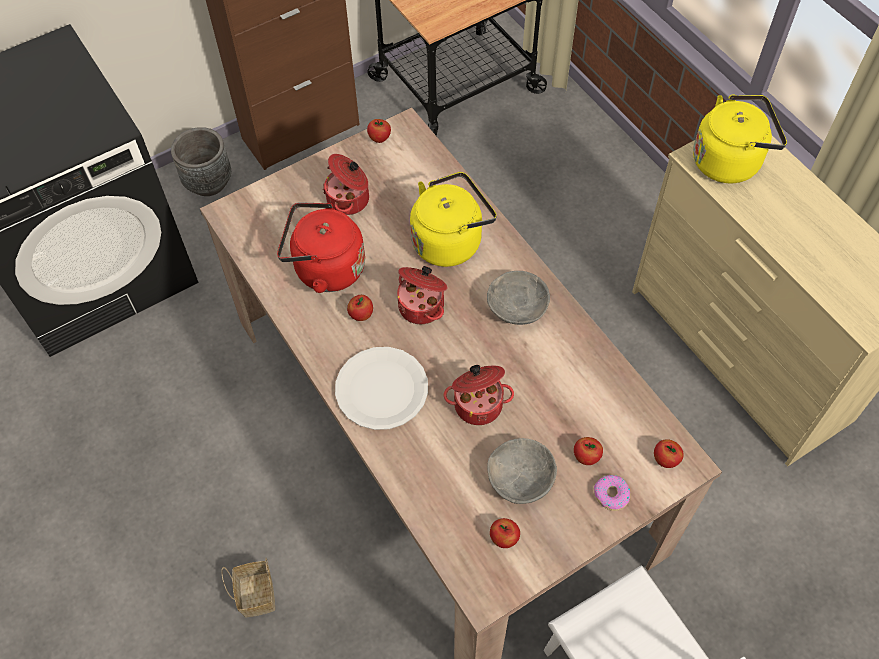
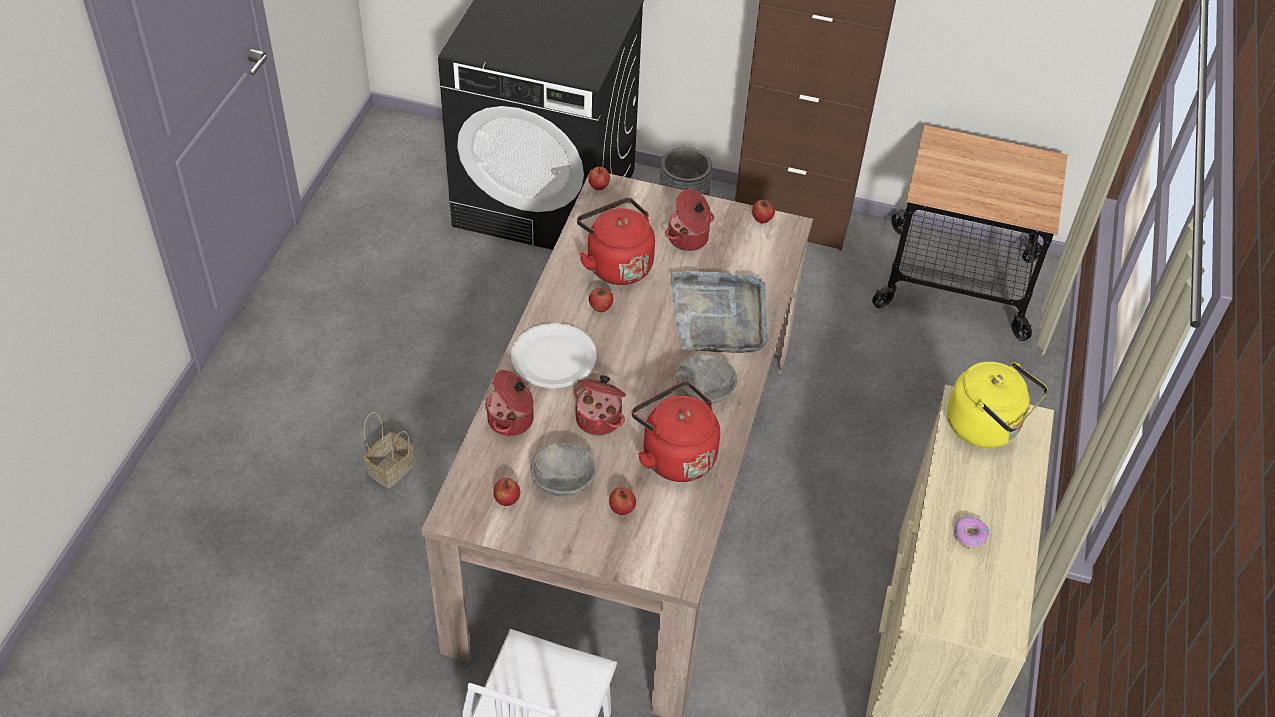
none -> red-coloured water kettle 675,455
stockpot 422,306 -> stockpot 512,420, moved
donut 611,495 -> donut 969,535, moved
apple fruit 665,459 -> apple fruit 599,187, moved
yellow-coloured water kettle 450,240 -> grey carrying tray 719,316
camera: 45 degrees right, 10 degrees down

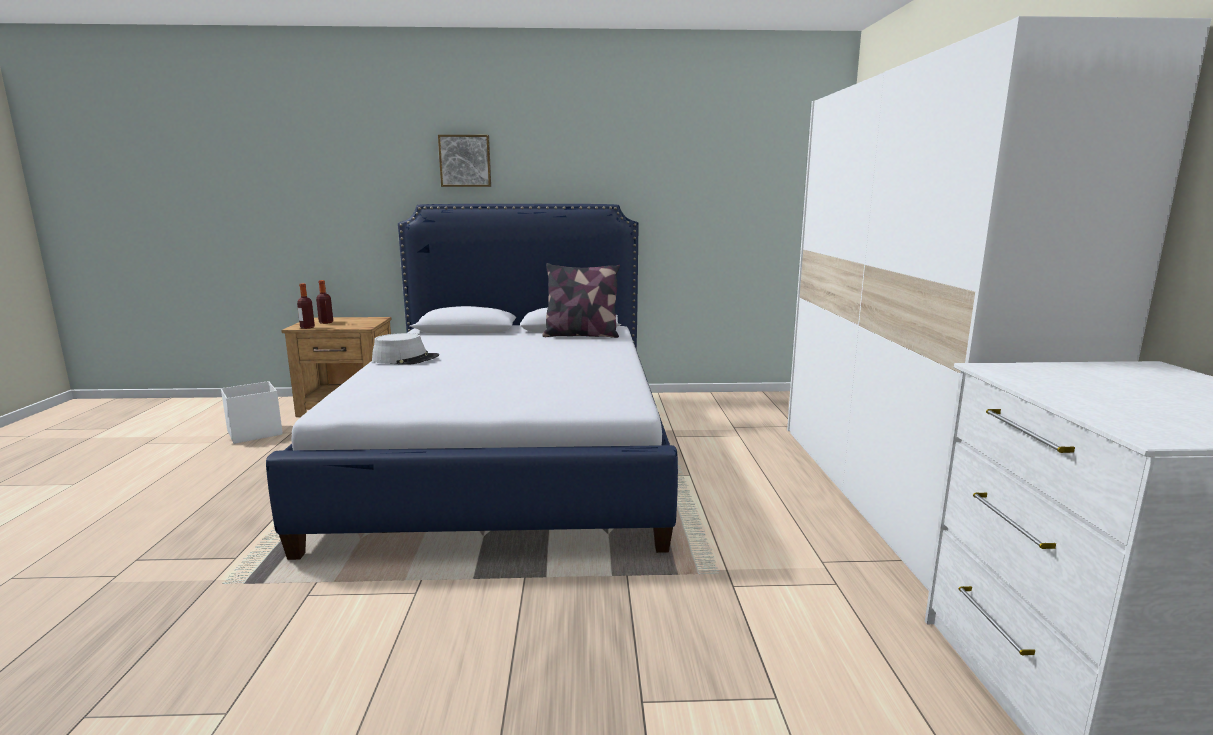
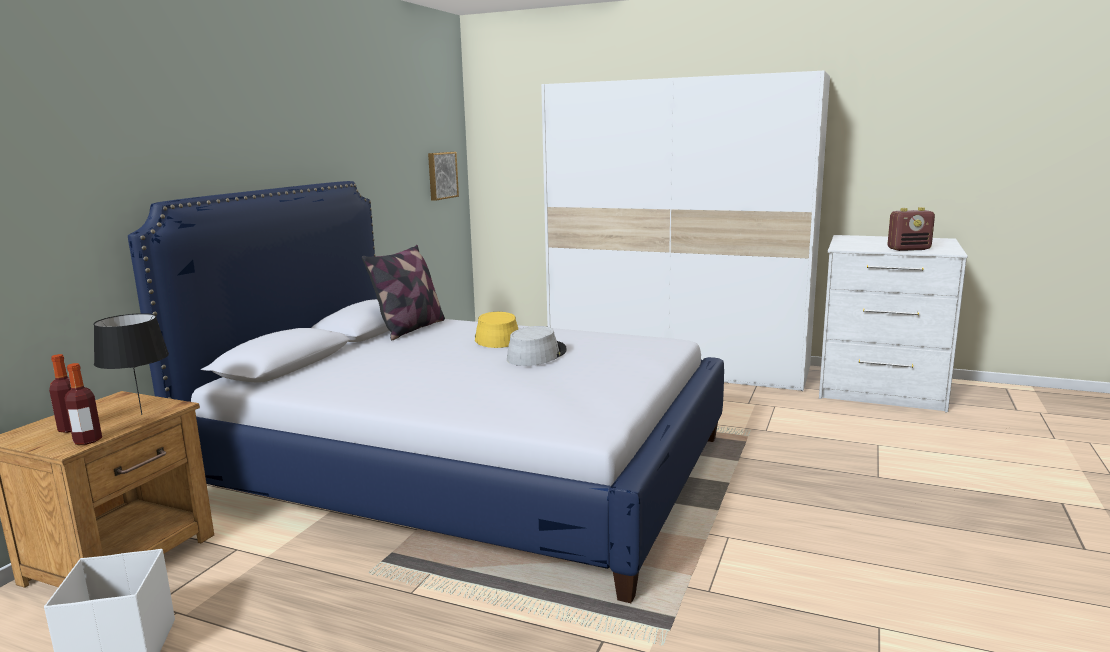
none -> black tabletop lamp 142,414
none -> yellow-coloured clothing hat 496,338
none -> radio 909,249
grey clothing hat 405,359 -> grey clothing hat 536,355, moved
picture 465,161 -> picture 441,175, moved
camera: 65 degrees left, 0 degrees up

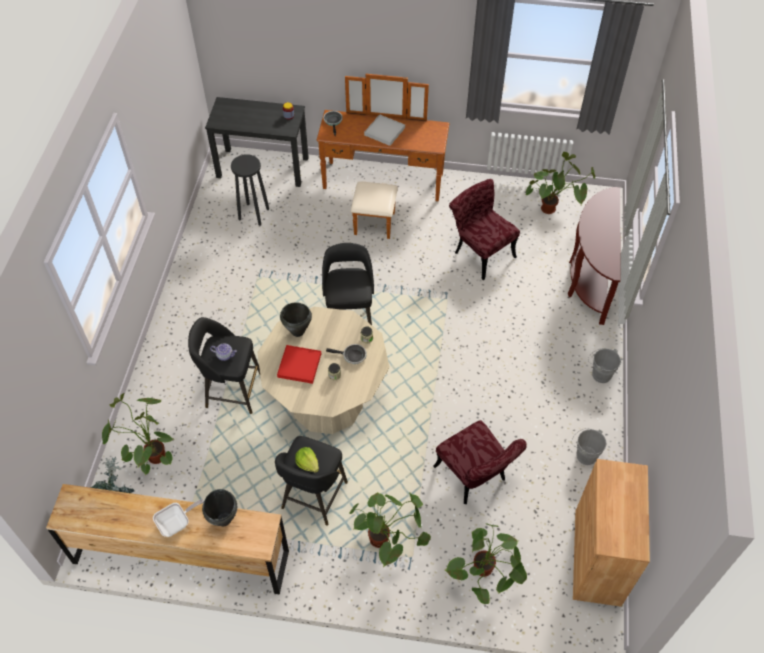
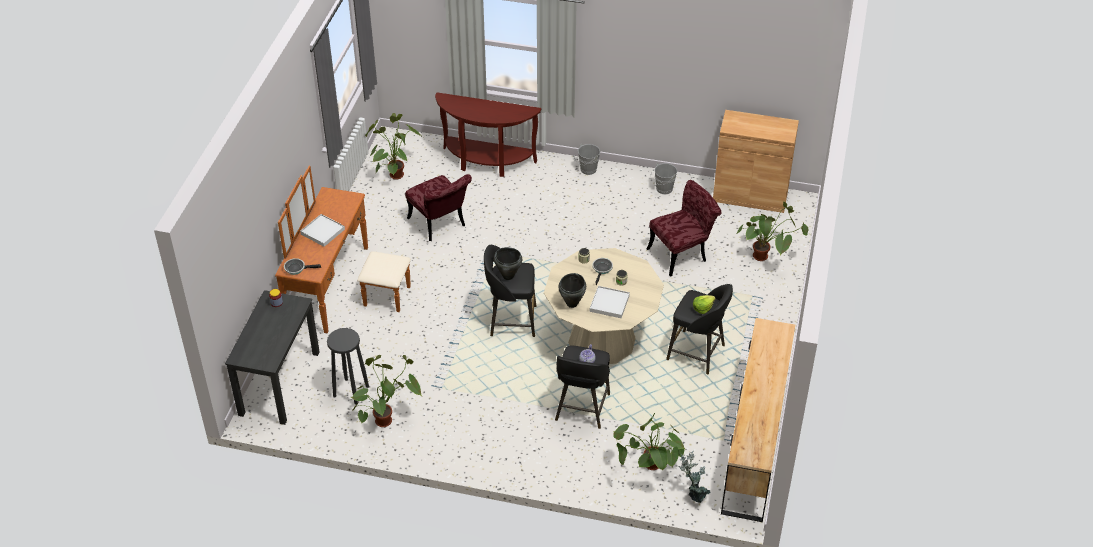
skillet 177,523 -> none
black stockpot 224,519 -> black stockpot 508,276, moved
houseplant 388,540 -> houseplant 386,415, moved
red-coloured carrying tray 299,365 -> whitish carrying tray 609,303
red-coloured chair 480,251 -> red-coloured chair 440,225, 90 degrees counterclockwise
camera: 85 degrees left, 10 degrees down

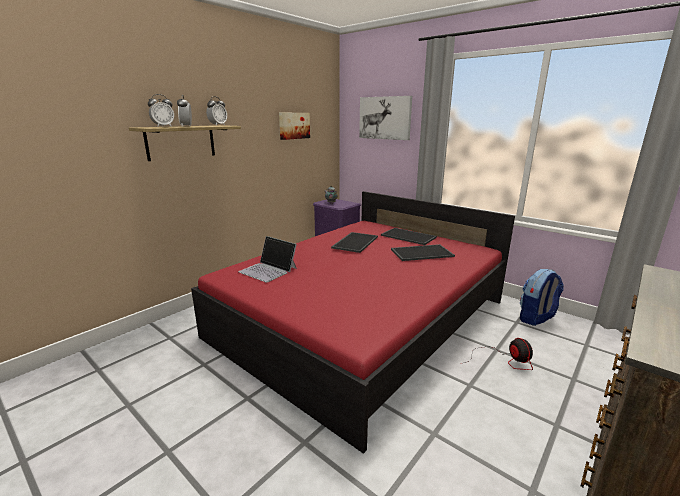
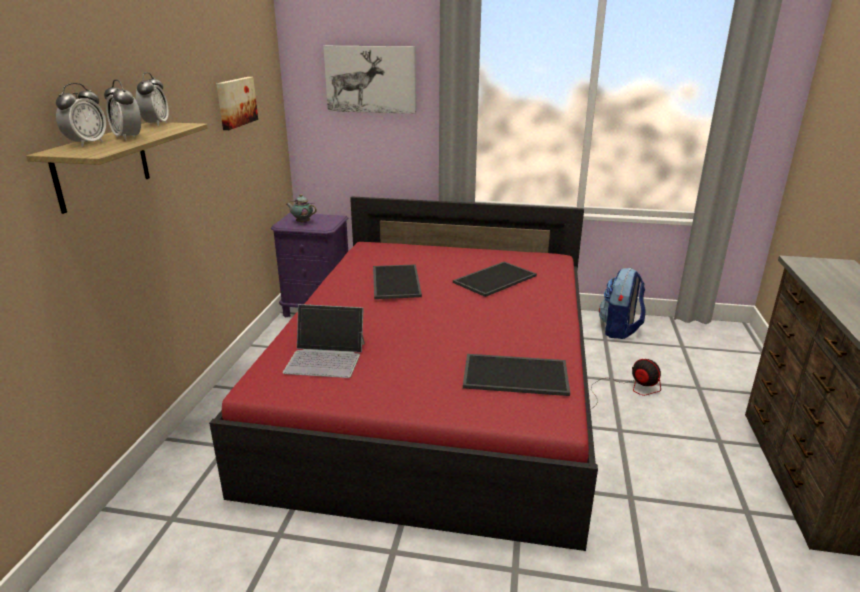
carrying tray 409,236 -> carrying tray 516,374, moved
camera: 30 degrees left, 5 degrees up

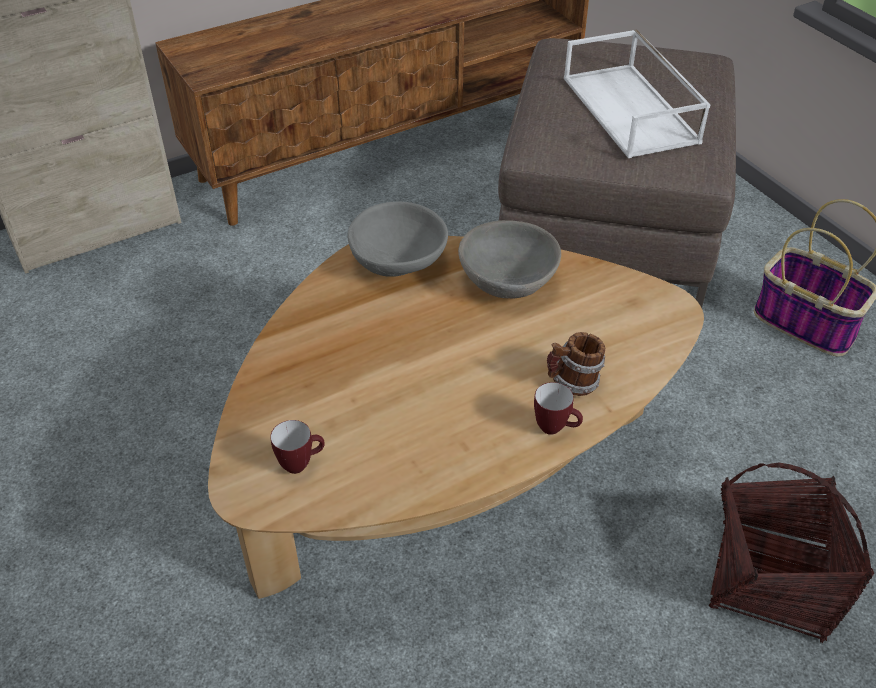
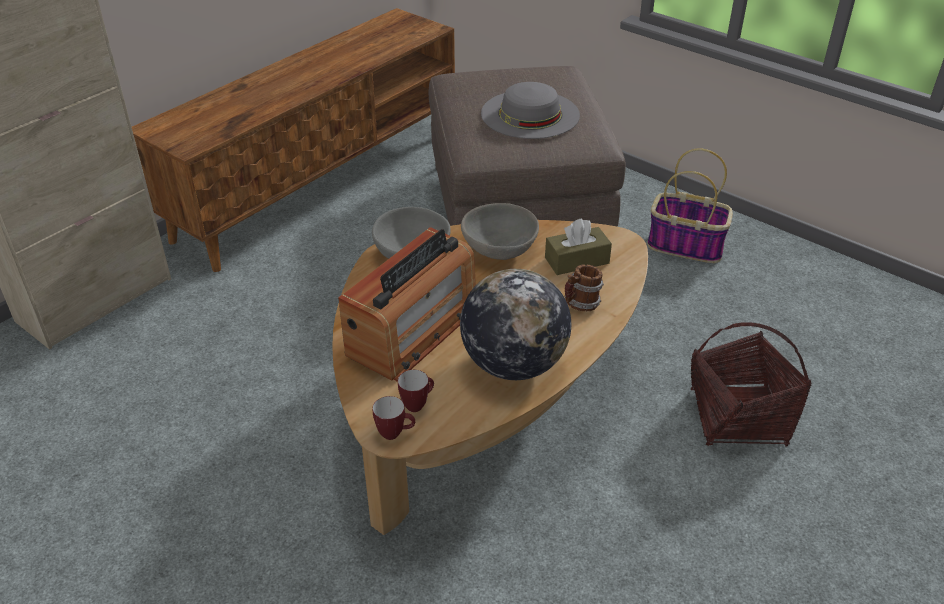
none -> radio 413,331
none -> globe 513,364
none -> brown-coloured box of tissues 577,260
coffee mug 556,428 -> coffee mug 395,433, moved
whitish carrying tray 632,110 -> grey clothing hat 530,114
camera: 20 degrees left, 5 degrees down

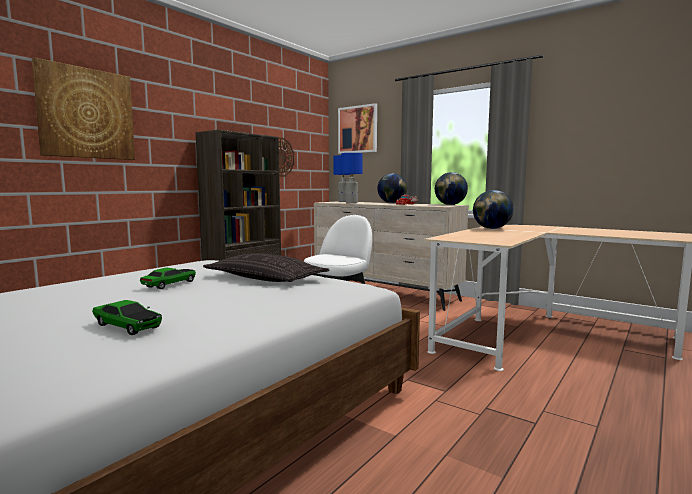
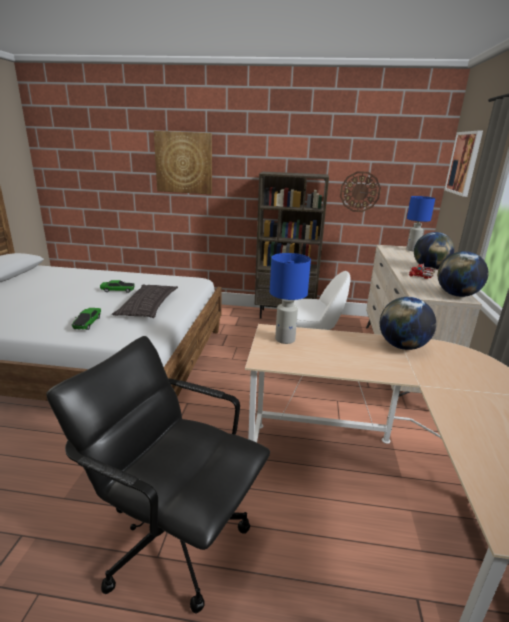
none -> black office chair 174,536
model car 127,326 -> model car 88,323, moved
bluish tabletop lamp 351,203 -> bluish tabletop lamp 285,339, moved
camera: 60 degrees right, 15 degrees up

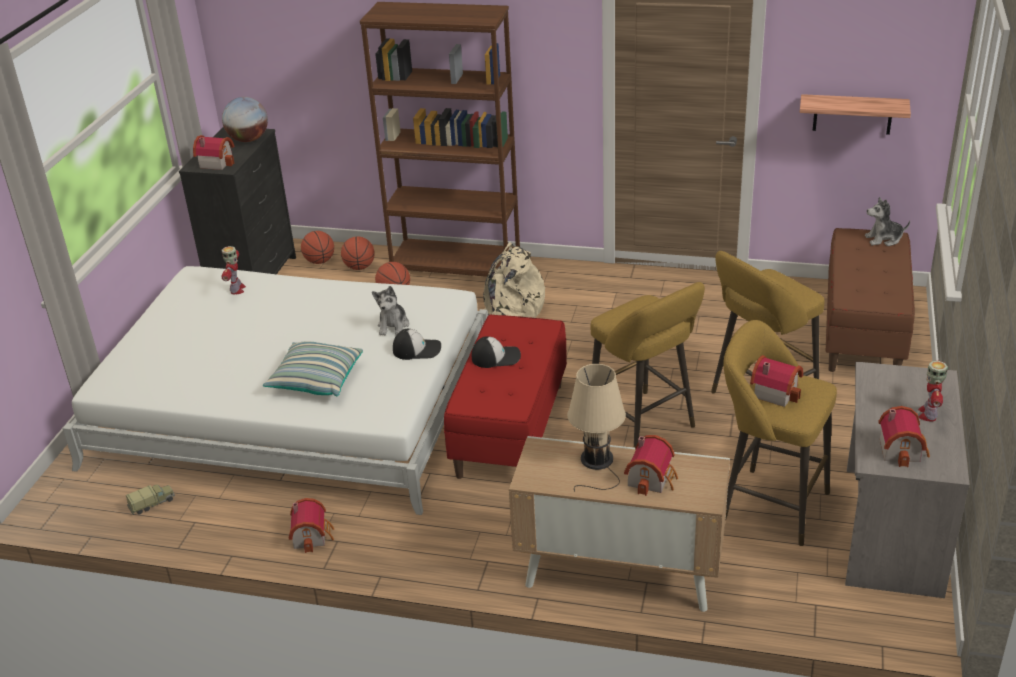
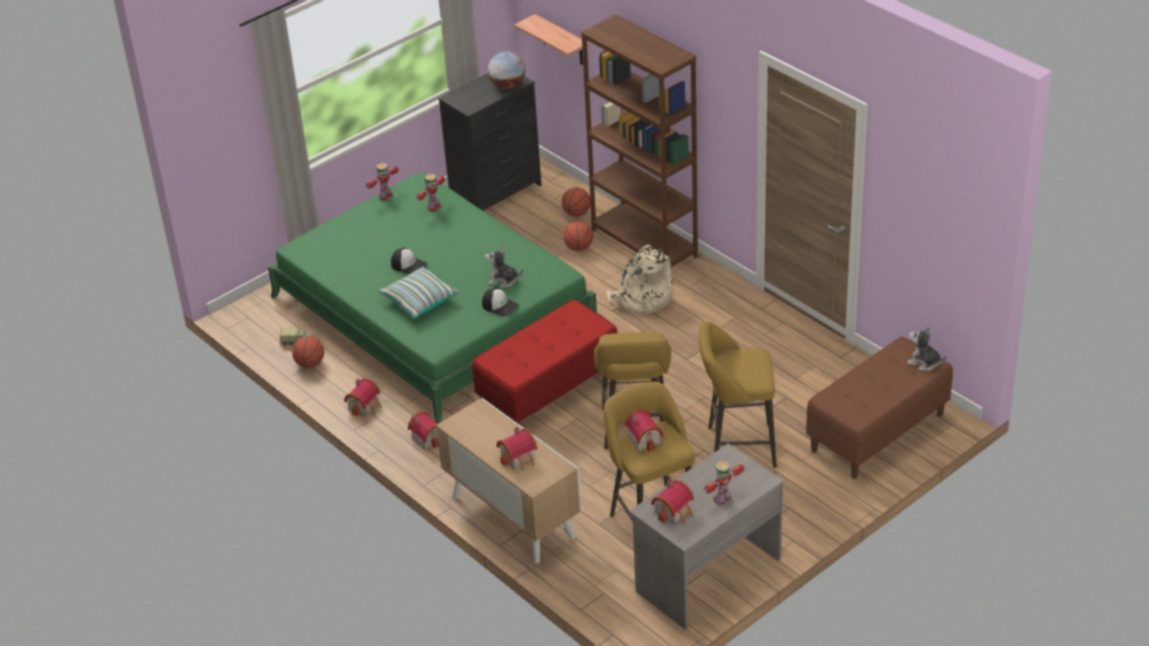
sand-coloured tabletop lamp 597,462 -> none
none -> model robot 385,196
miniature house 216,162 -> miniature house 428,437, moved
basketball ball 319,261 -> basketball ball 310,364, moved
cap 496,357 -> cap 409,265, moved
bracket shelf 852,114 -> bracket shelf 562,41, moved
whitish bed 294,406 -> green bed 433,310
cuddly toy 393,326 -> cuddly toy 503,280, 60 degrees clockwise
camera: 35 degrees right, 5 degrees up

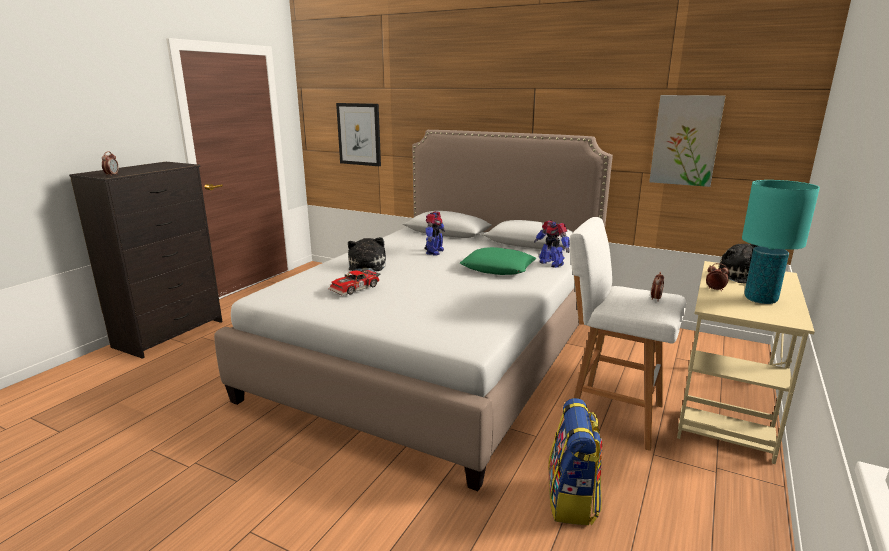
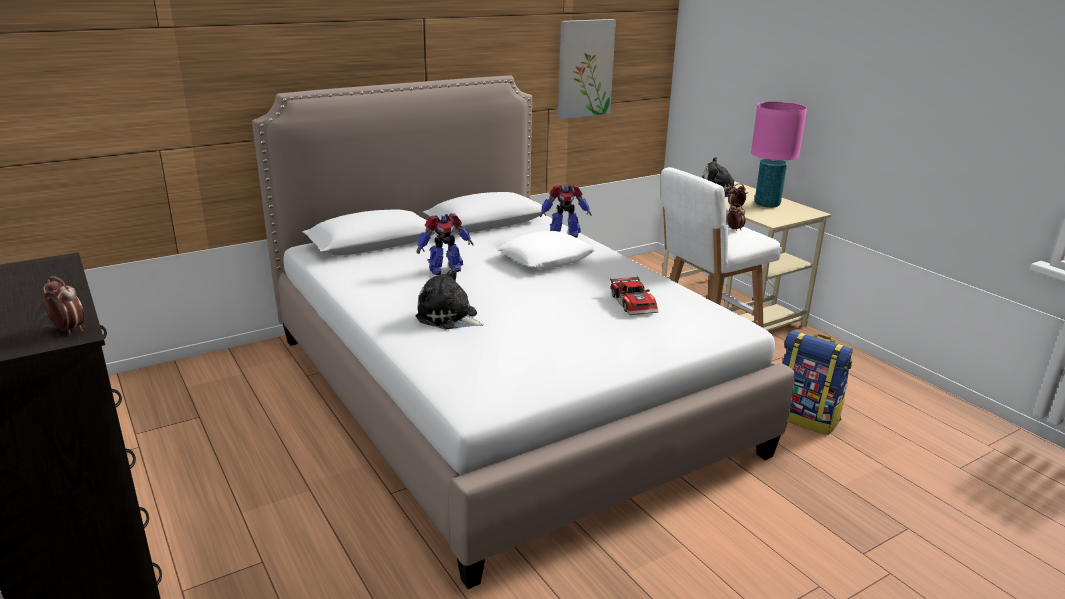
picture 359,134 -> none
model car 356,288 -> model car 634,303, moved
green pillow 498,268 -> whitish pillow 546,258
turquoise-coloured tabletop lamp 760,299 -> pinkish tabletop lamp 767,204
model robot 434,252 -> model robot 444,270, 105 degrees clockwise
camera: 60 degrees left, 5 degrees up

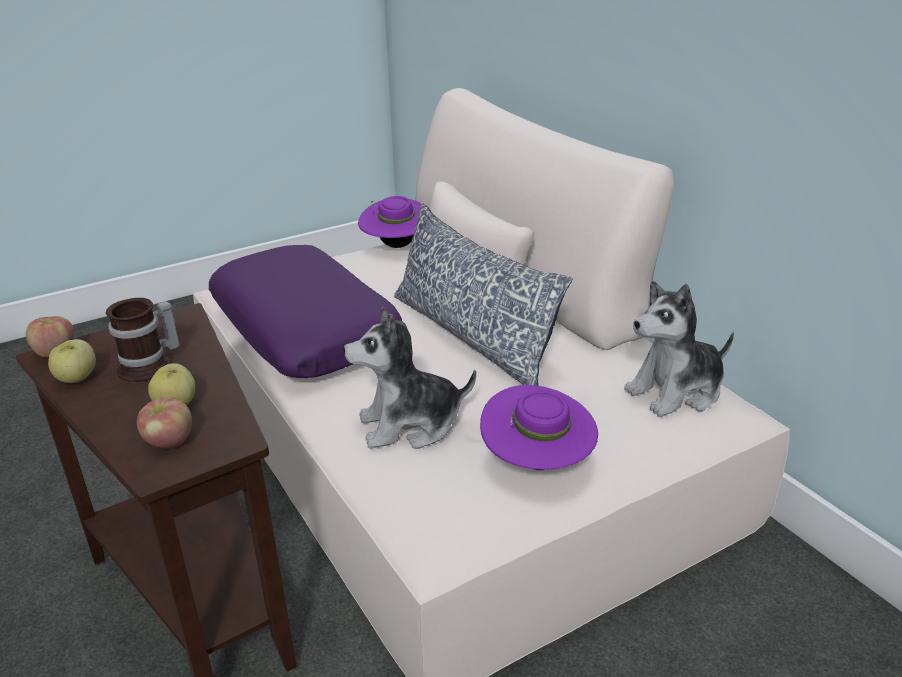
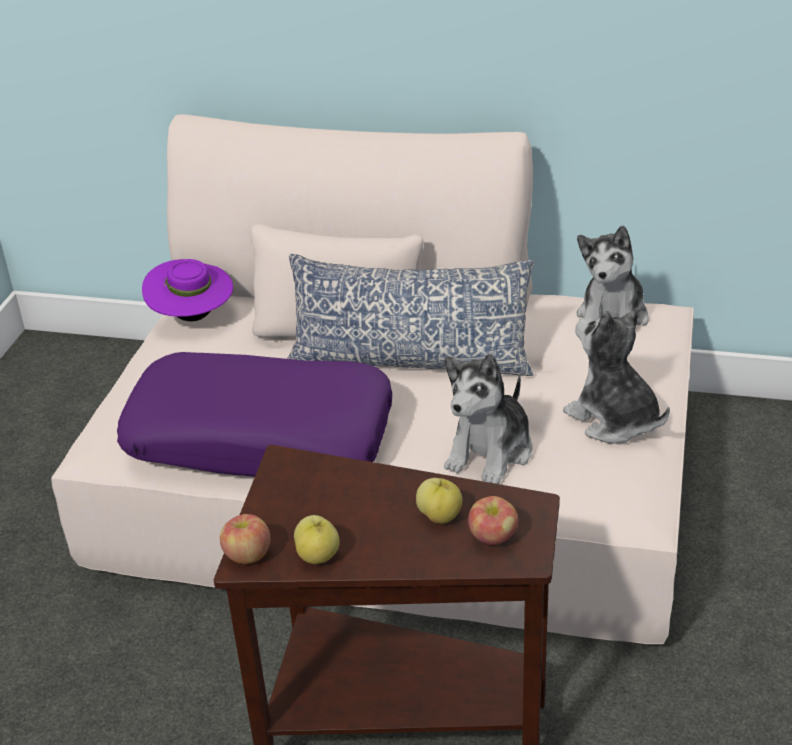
coffee mug 151,366 -> none
purple clothing hat 537,463 -> cuddly toy 613,420
camera: 45 degrees left, 5 degrees up

